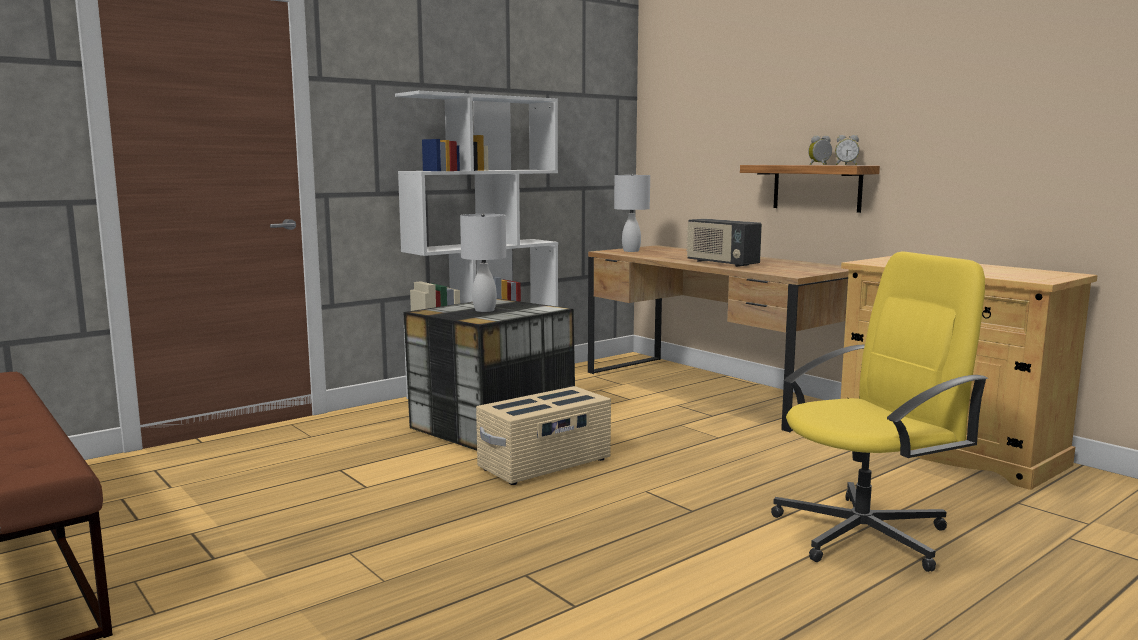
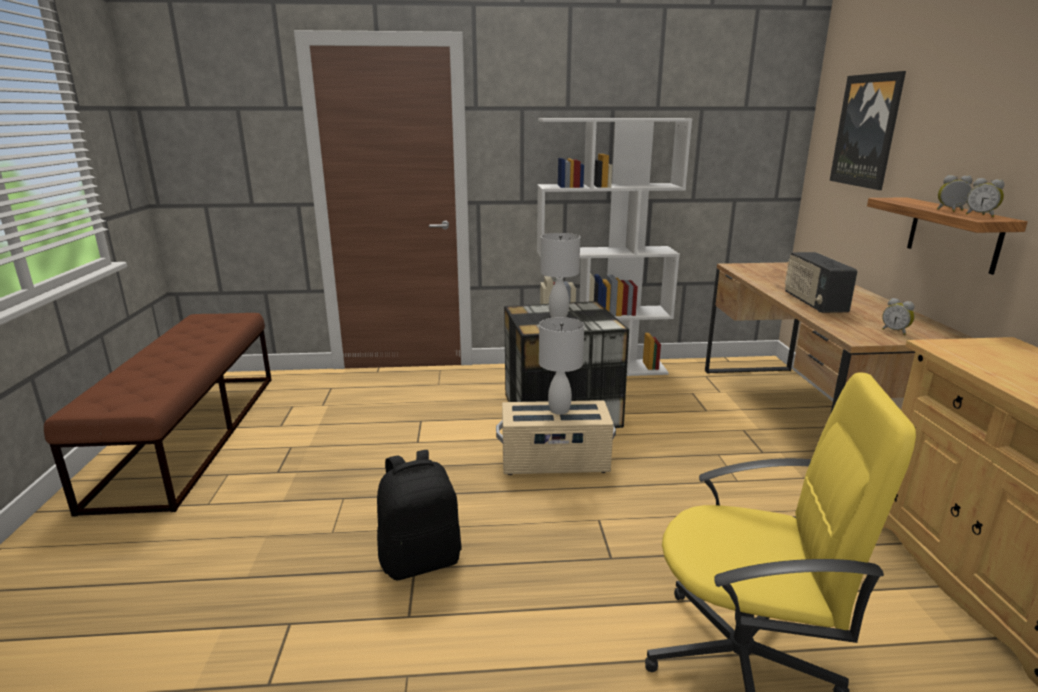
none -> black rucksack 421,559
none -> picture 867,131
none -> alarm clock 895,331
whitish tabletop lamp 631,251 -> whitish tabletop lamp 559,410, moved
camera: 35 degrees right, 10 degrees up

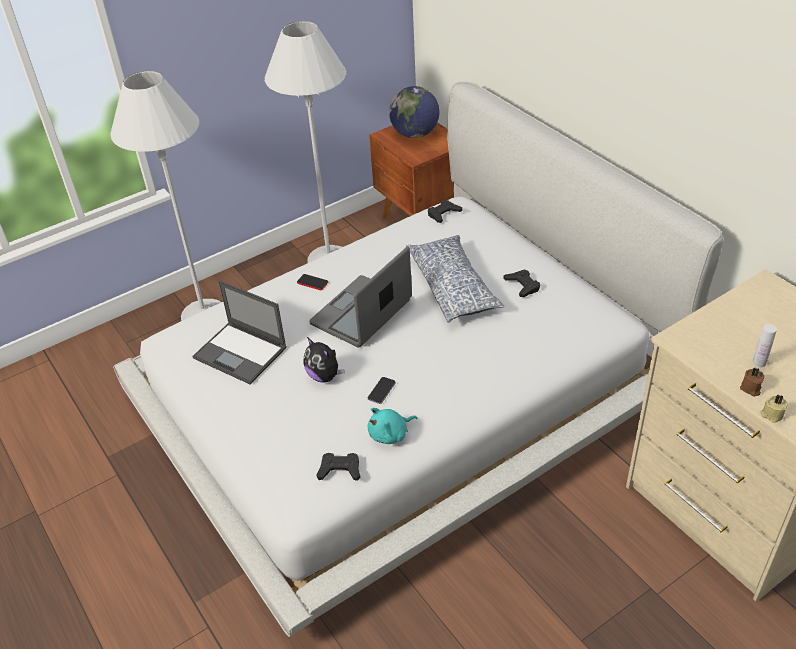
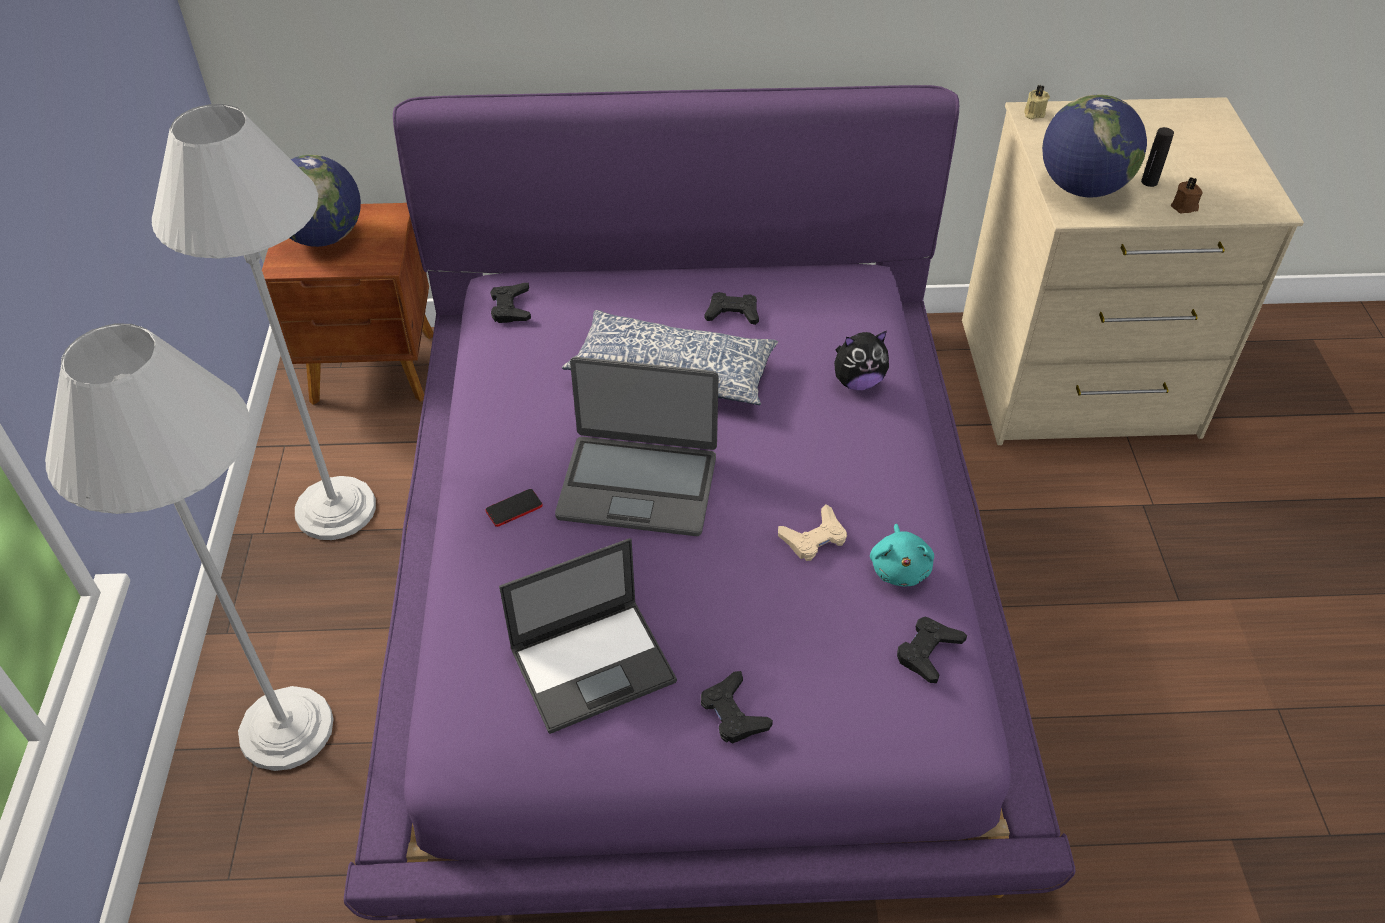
none -> black joypad 733,713
none -> globe 1082,188
cuddly toy 324,376 -> cuddly toy 857,382, moved
sand-coloured wax candle 771,414 -> sand-coloured wax candle 1033,113, moved
phone 381,391 -> sand-coloured joypad 814,538
whitish bed 402,395 -> purple bed 692,566
whitish beverage bottle 759,362 -> black beverage bottle 1149,182
laptop 362,313 -> laptop 638,485, 60 degrees counterclockwise
camera: 60 degrees left, 5 degrees up

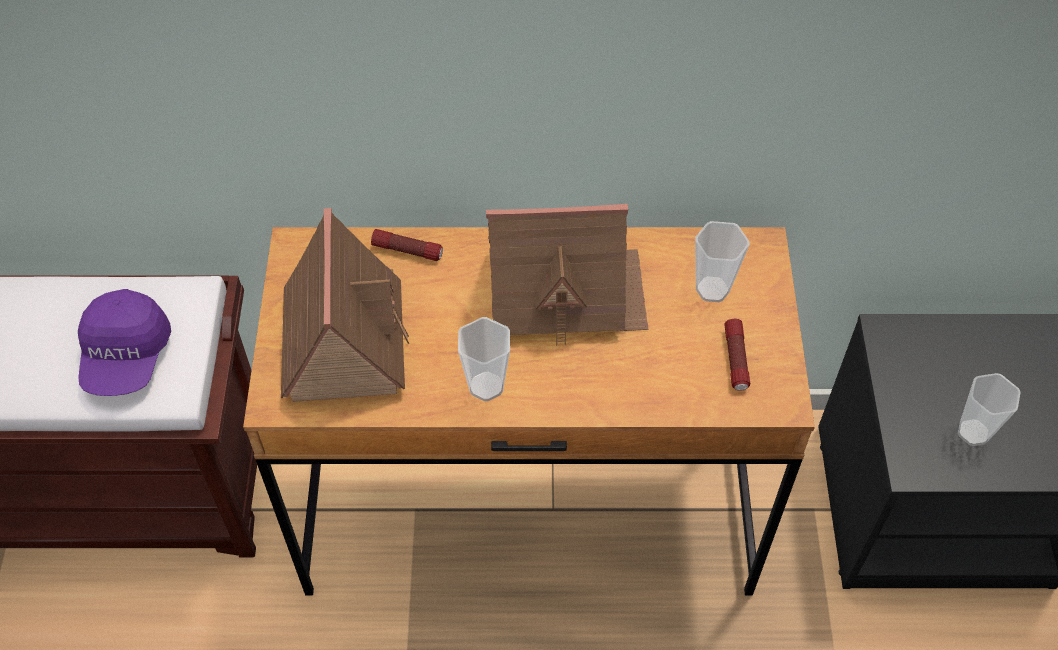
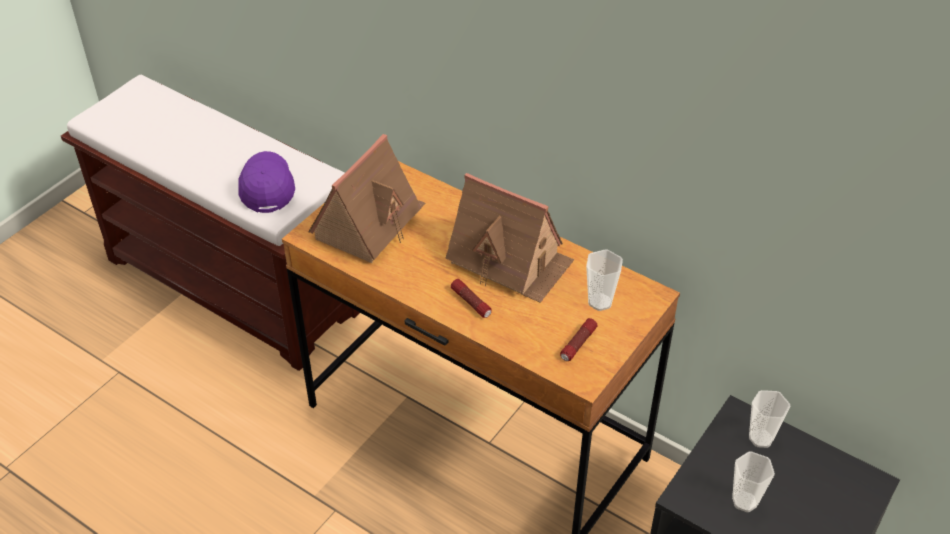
torch 407,250 -> torch 471,303, moved
drinking cup 486,386 -> drinking cup 761,438, moved
purple cap 126,356 -> purple cap 267,188, 135 degrees clockwise
camera: 35 degrees right, 10 degrees down

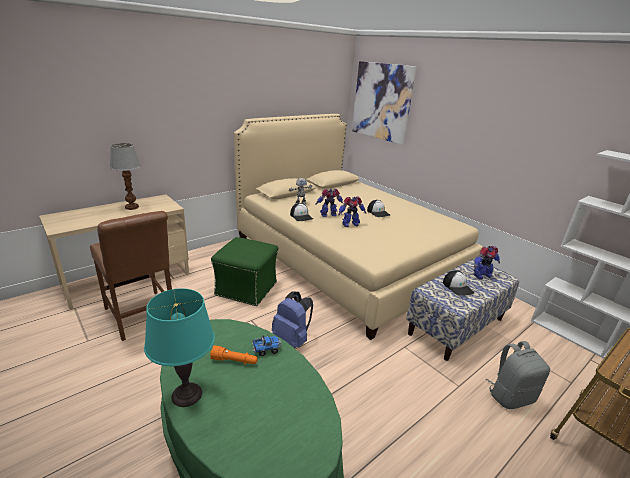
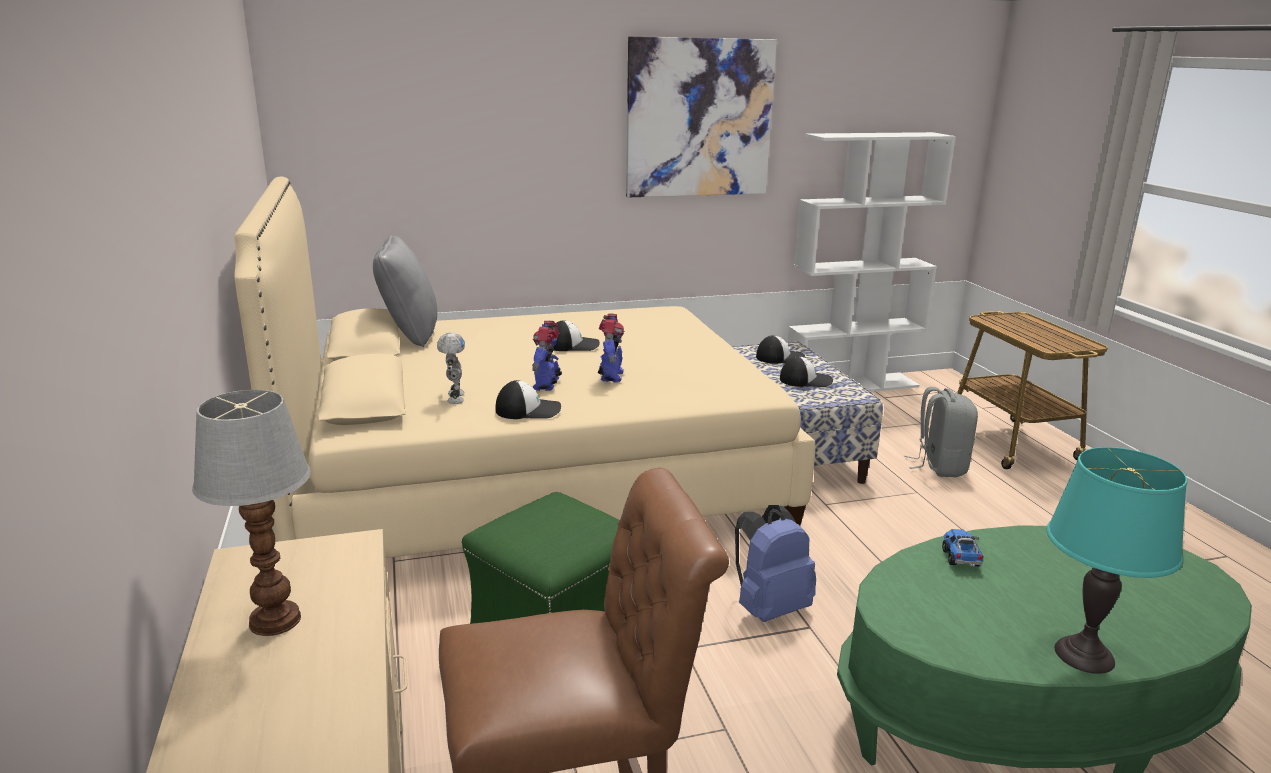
orange torch 234,361 -> none
none -> grey pillow 410,334
picture 382,102 -> picture 699,118, moved
model robot 481,275 -> cap 780,357
camera: 65 degrees left, 5 degrees down

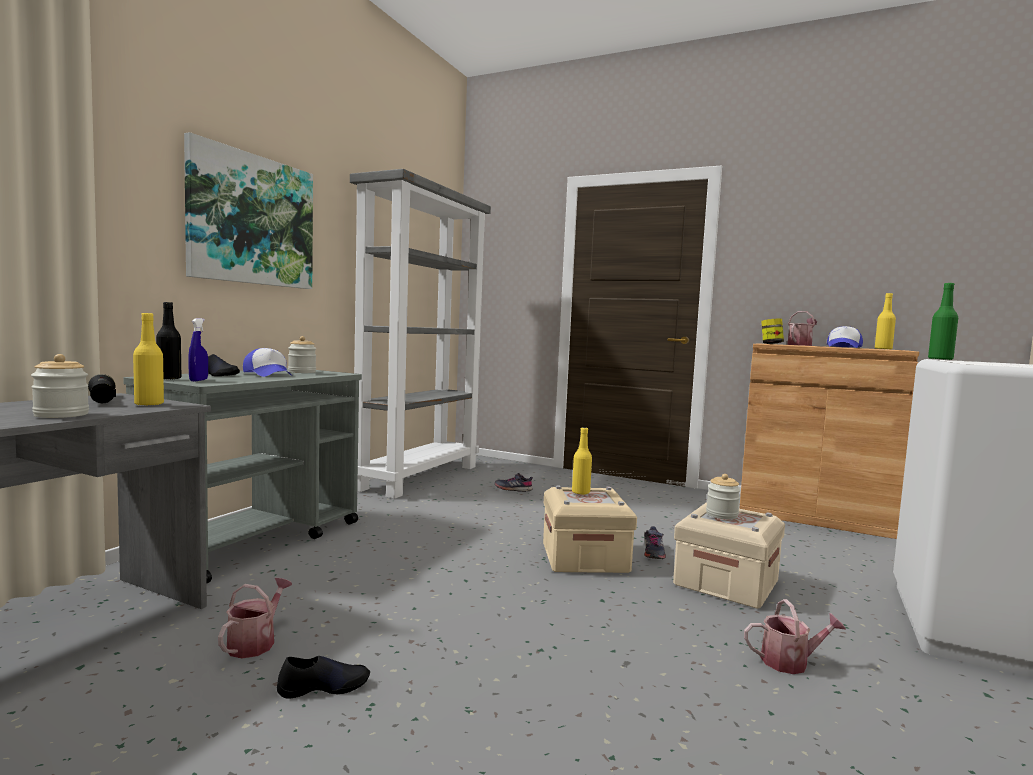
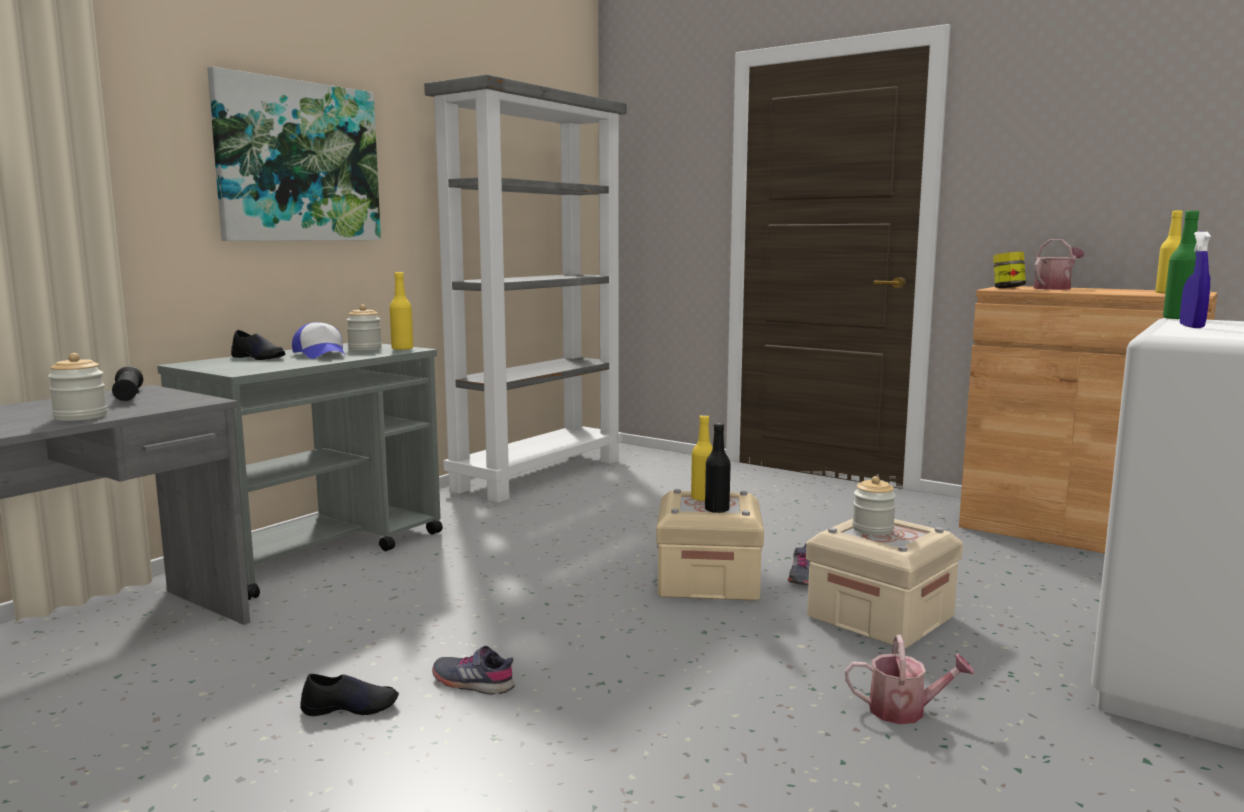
watering pot 255,642 -> none
cap 843,347 -> none
yellow-coloured beverage bottle 149,404 -> yellow-coloured beverage bottle 402,349, moved
black beverage bottle 169,378 -> black beverage bottle 717,510, moved
bluish hand sprayer 198,380 -> bluish hand sprayer 1191,326, moved
grey low shoe 513,489 -> grey low shoe 473,682, moved
camera: 10 degrees right, 5 degrees up

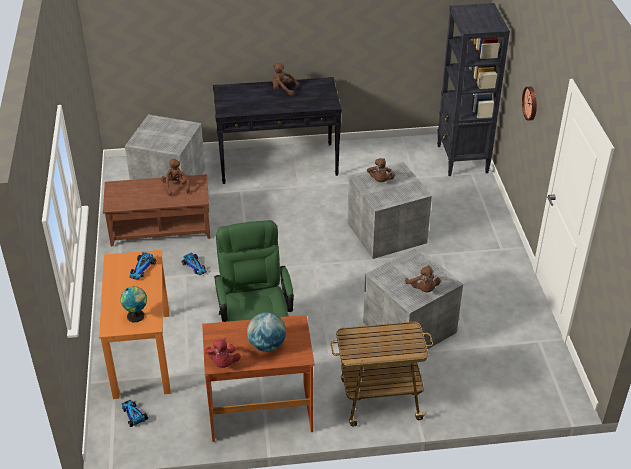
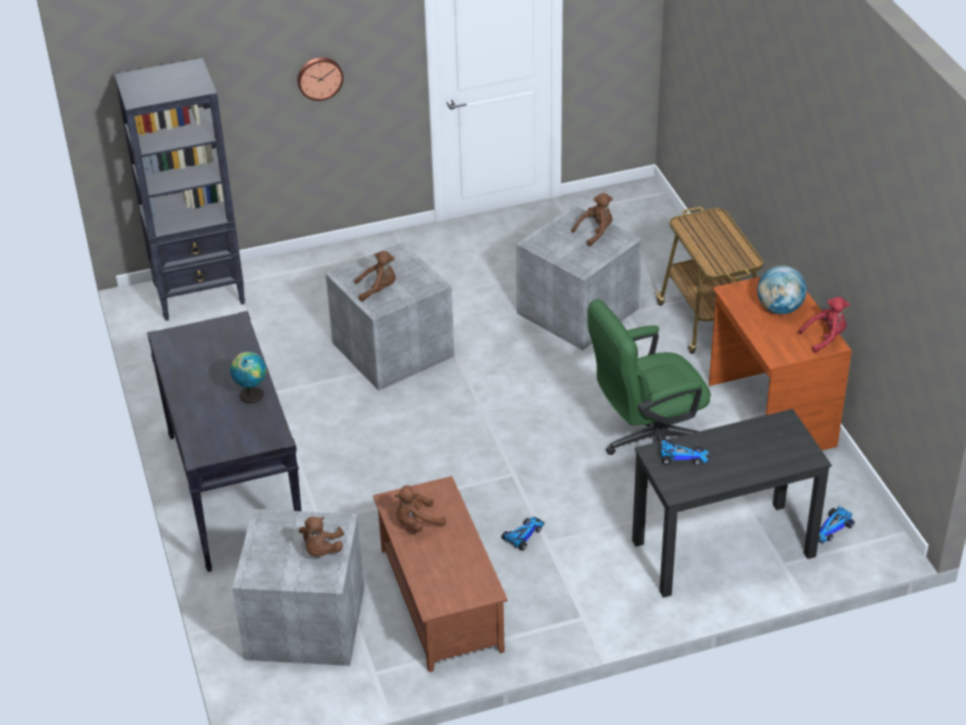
globe 137,316 -> globe 251,394, moved
brown-coloured cuddly toy 283,89 -> brown-coloured cuddly toy 321,550, moved
orange desk 142,353 -> black desk 722,549
camera: 100 degrees left, 0 degrees up

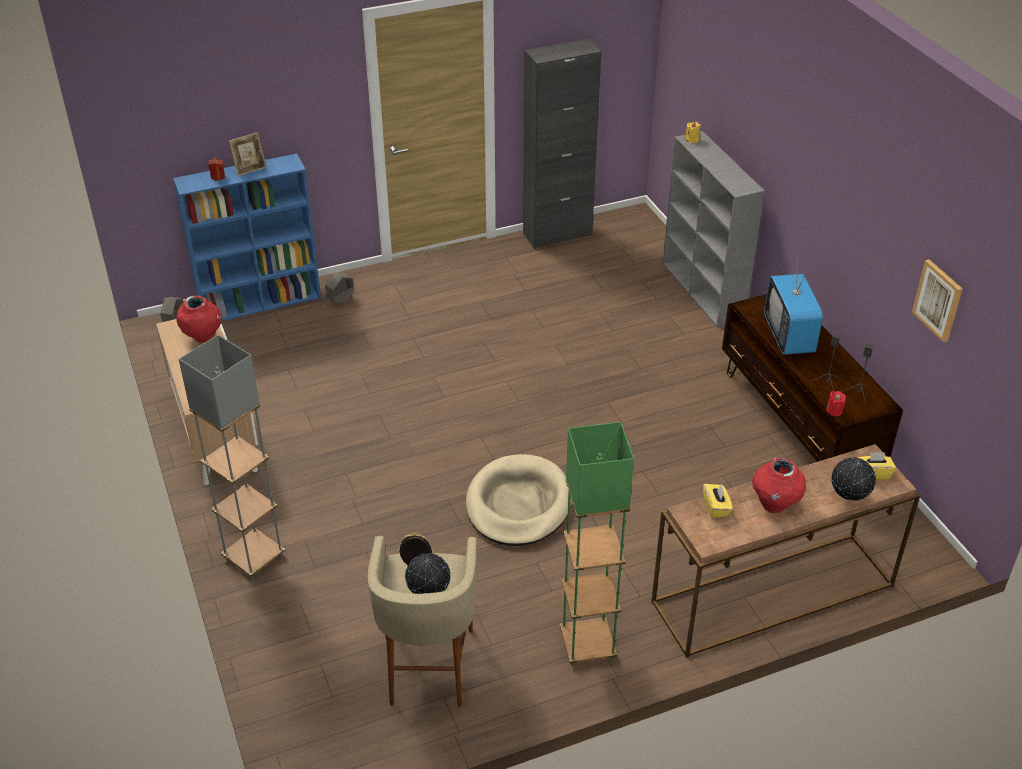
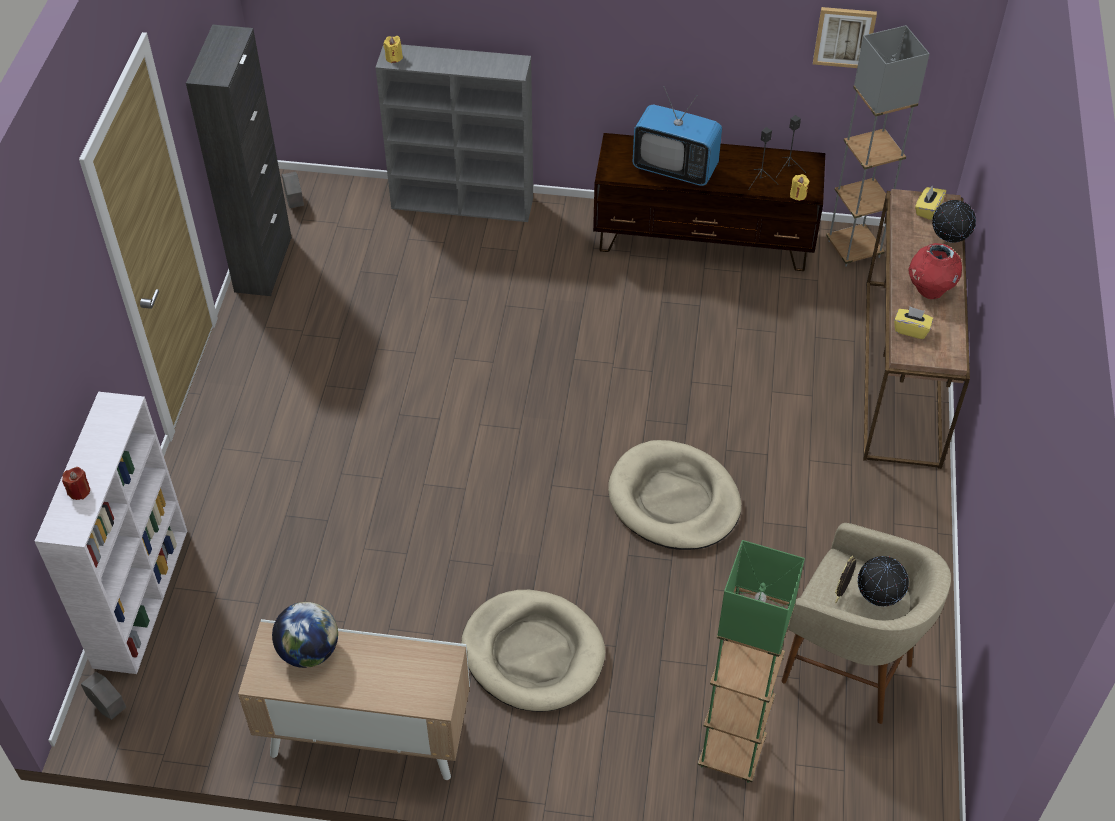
photo frame 250,169 -> none
none -> sand-coloured pet bed 533,653
grey floor lamp 254,557 -> grey floor lamp 854,249, moved
grey planter 341,301 -> grey planter 295,204, moved
green floor lamp 587,645 -> green floor lamp 731,753, moved
red-coloured decorative vase 203,337 -> globe 309,651
bluish bookshelf 261,302 -> whitish bookshelf 141,595
red-coloured wax candle 834,411 -> yellow-coloured wax candle 798,195
camera: 60 degrees left, 10 degrees up

